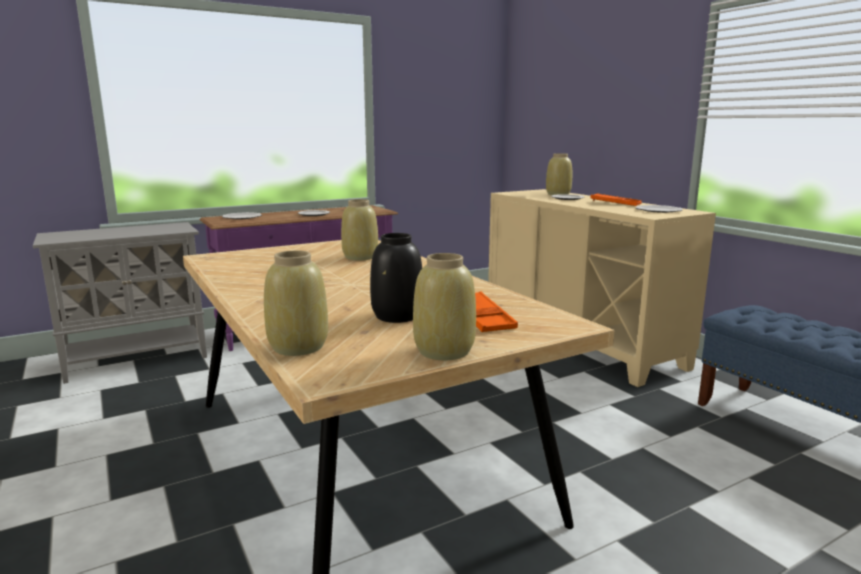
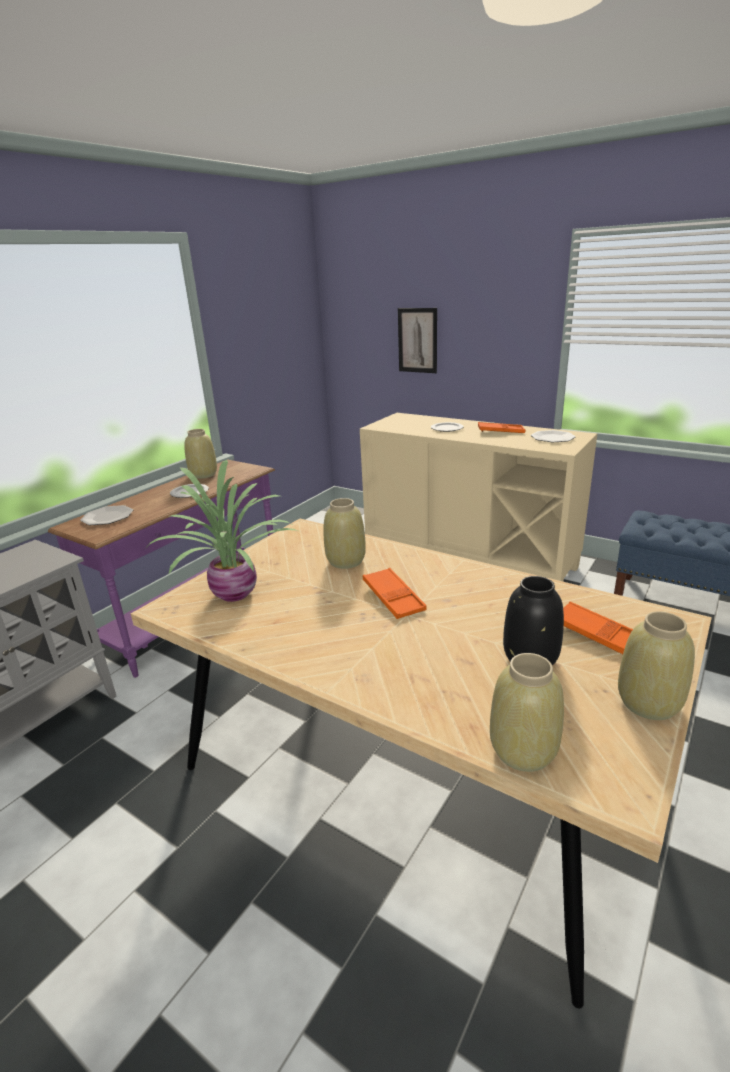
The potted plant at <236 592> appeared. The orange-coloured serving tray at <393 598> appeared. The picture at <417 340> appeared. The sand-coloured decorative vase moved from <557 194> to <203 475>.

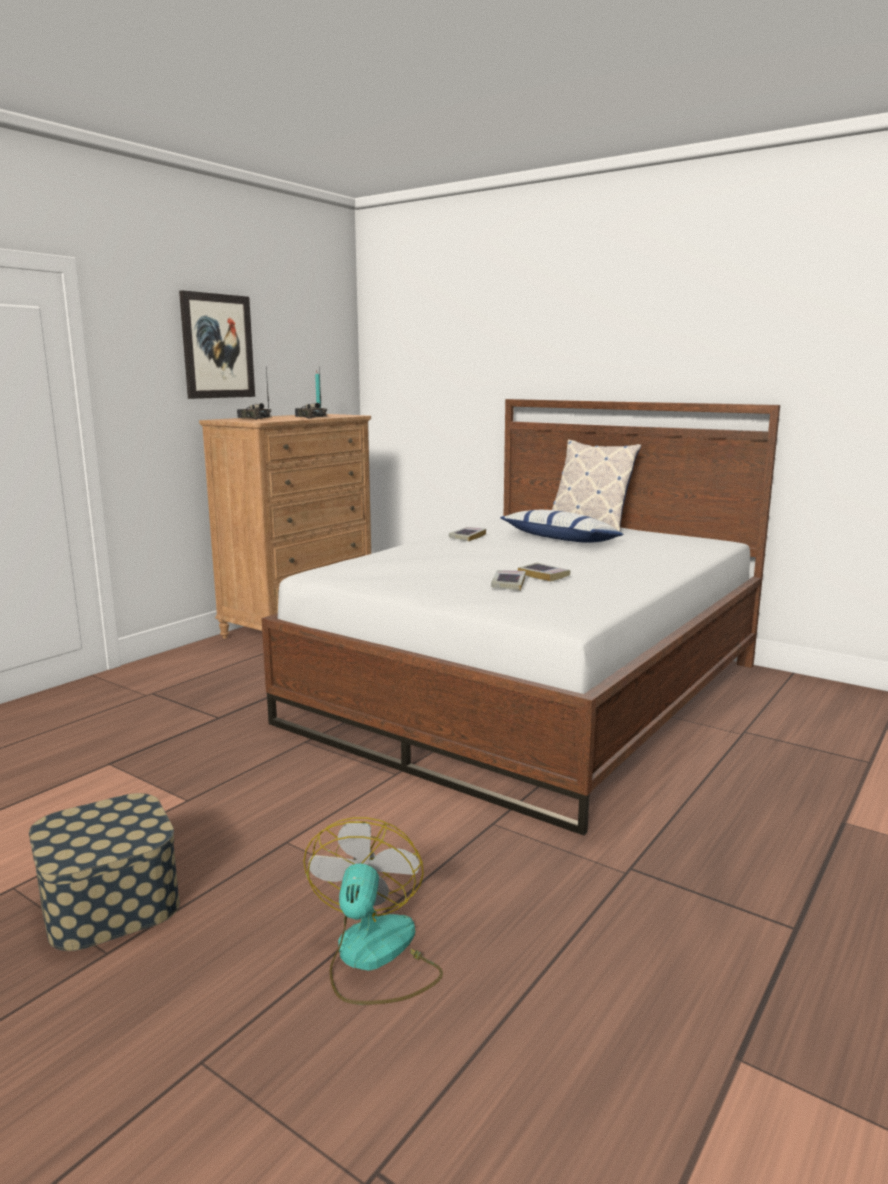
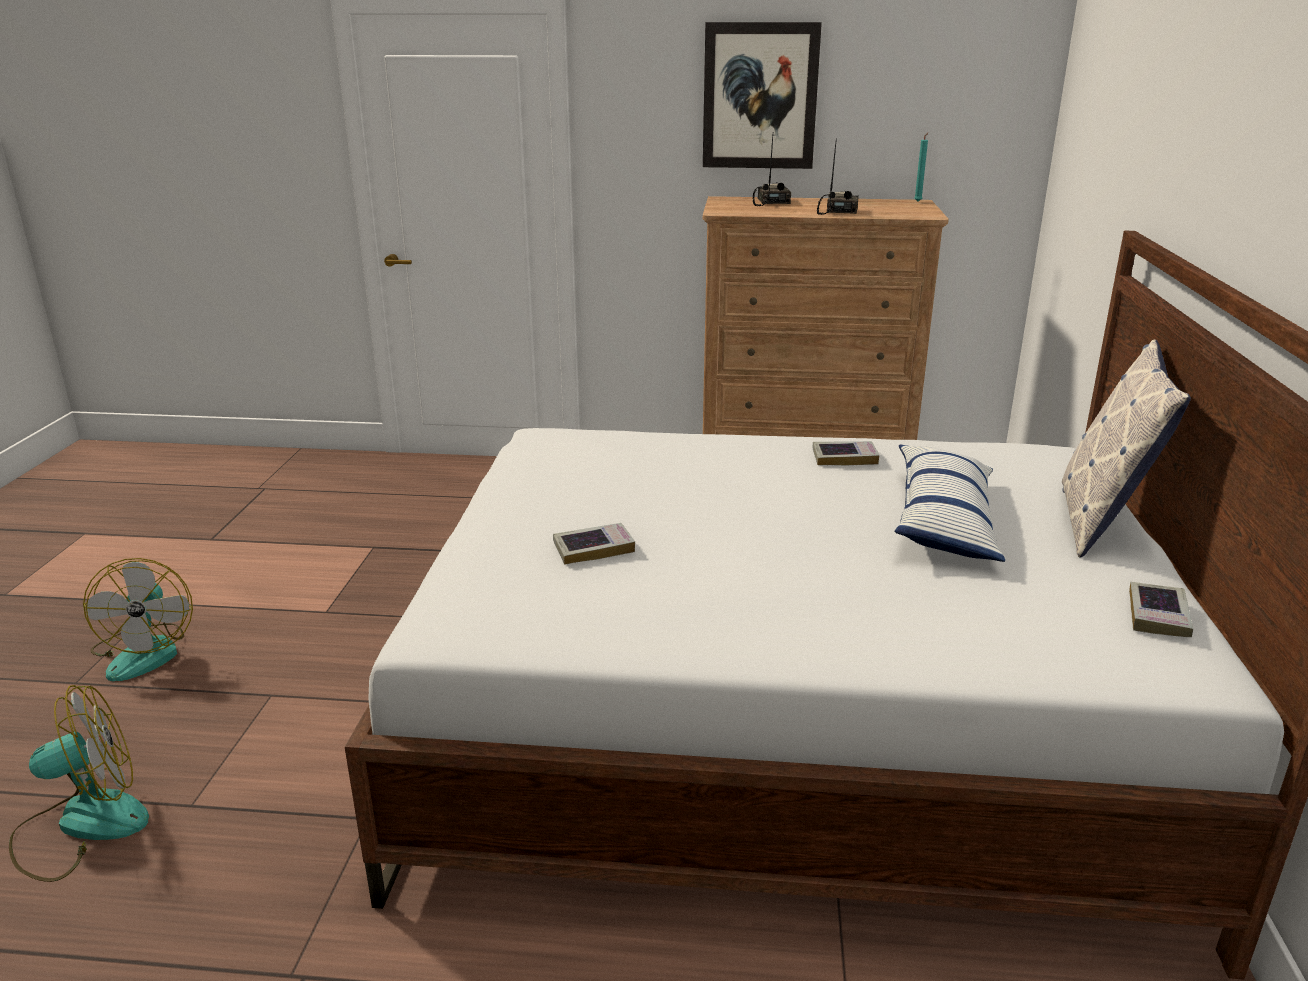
The bound book moved from <543 575> to <1158 615>. The storage container at <110 902> was replaced by the cooling fan at <146 651>.

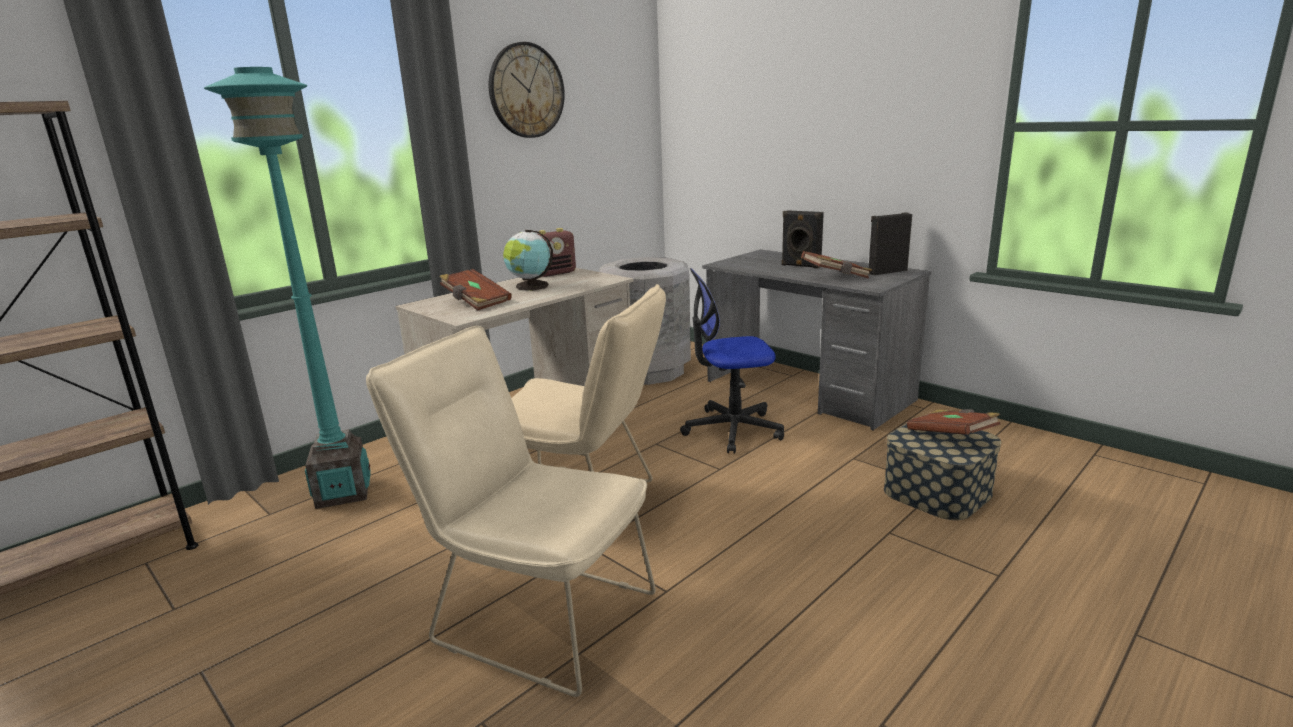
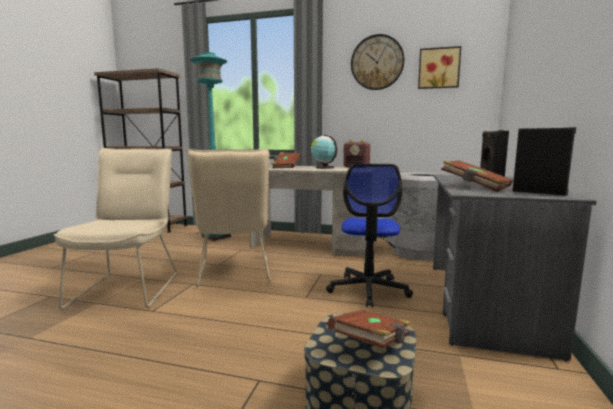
The picture at <438 68> appeared. The office chair at <732 429> turned 135 degrees counterclockwise.

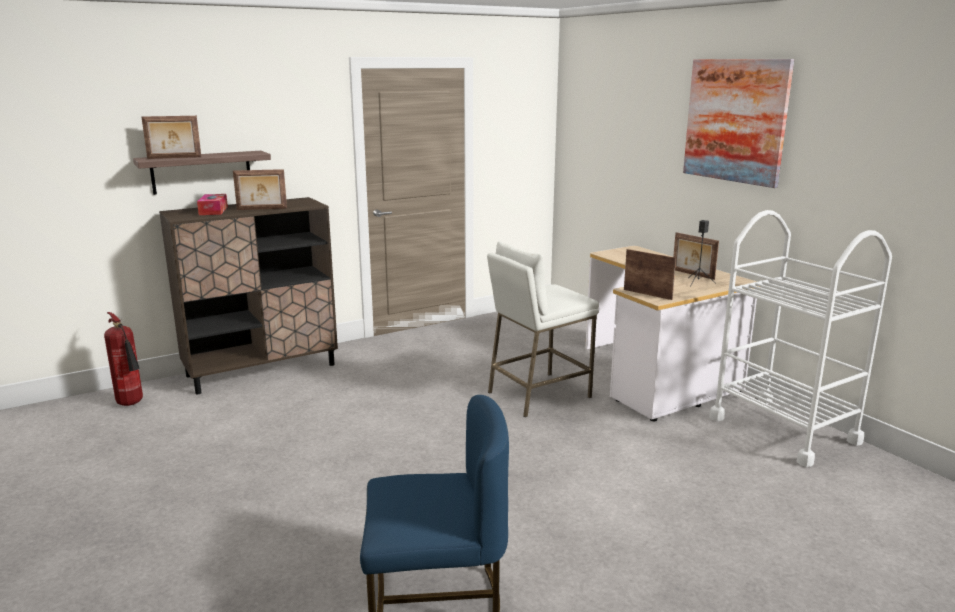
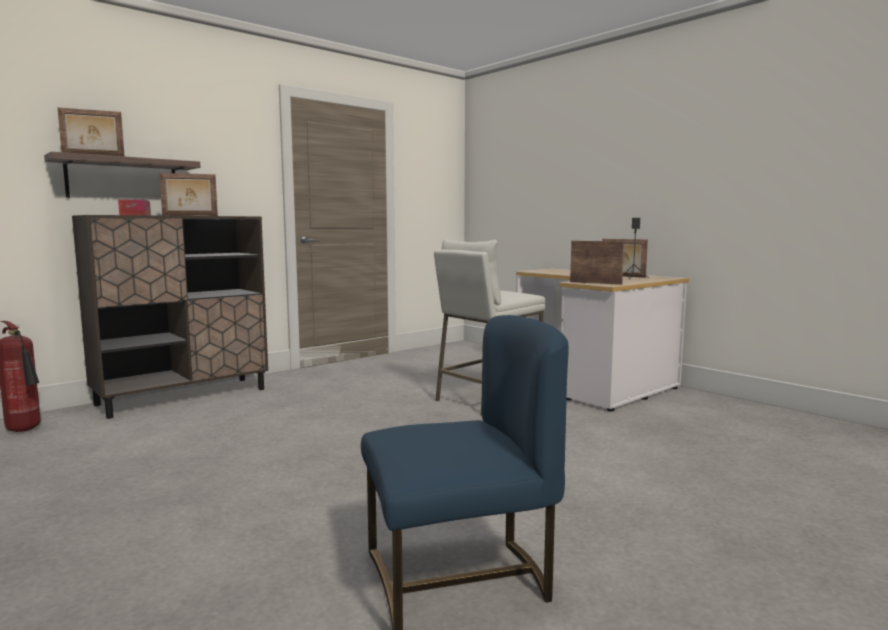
The picture at <735 120> disappeared. The white cart at <783 430> disappeared.

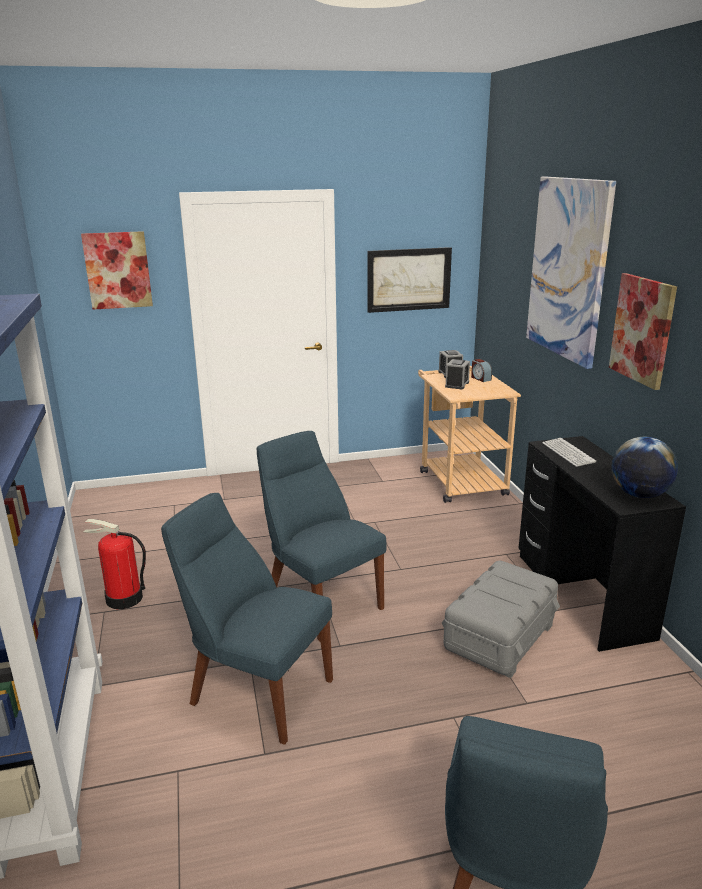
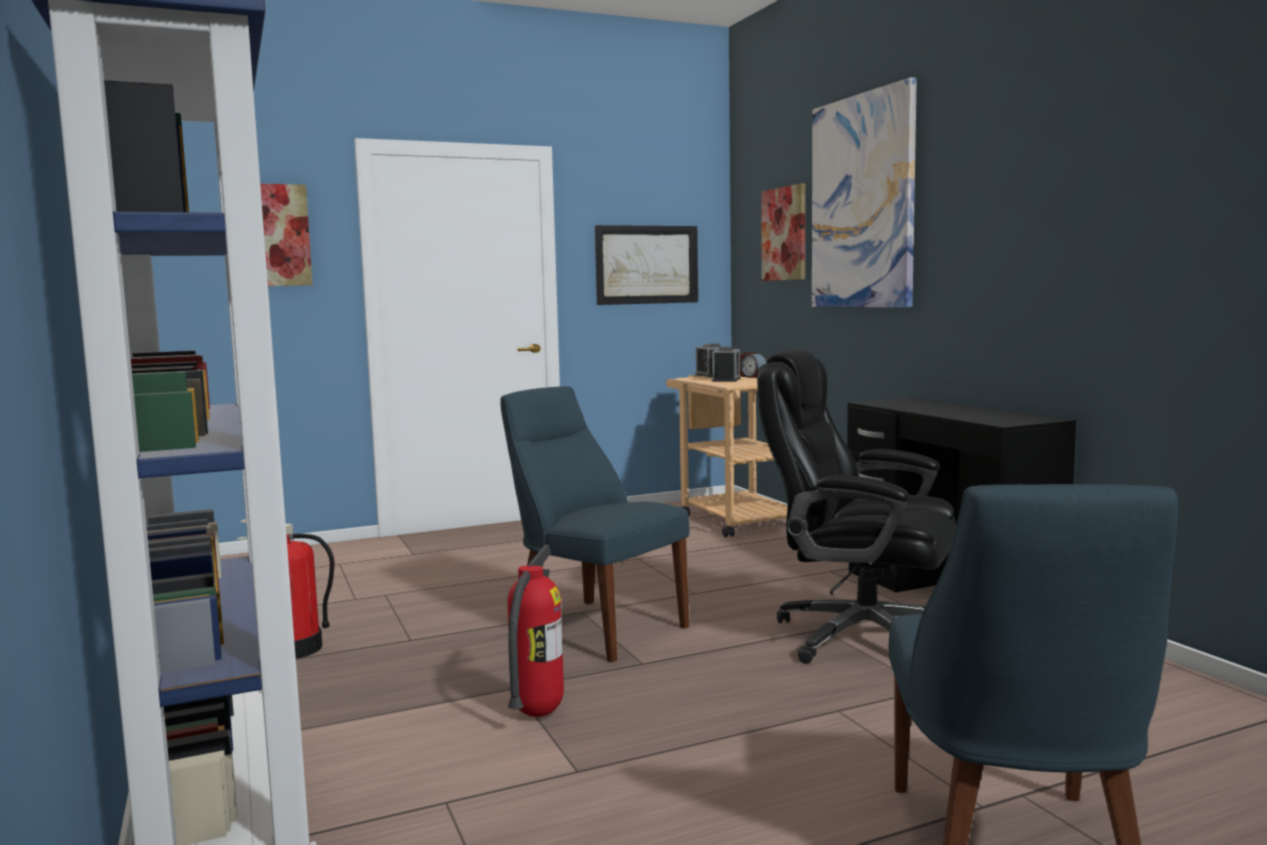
The computer keyboard at <568 453> disappeared. The globe at <639 494> disappeared. The picture moved from <642 330> to <784 234>. The blue-coloured upright chair at <256 690> was replaced by the fire extinguisher at <537 713>. The greyish storage container at <499 636> was replaced by the blackish office chair at <859 637>.

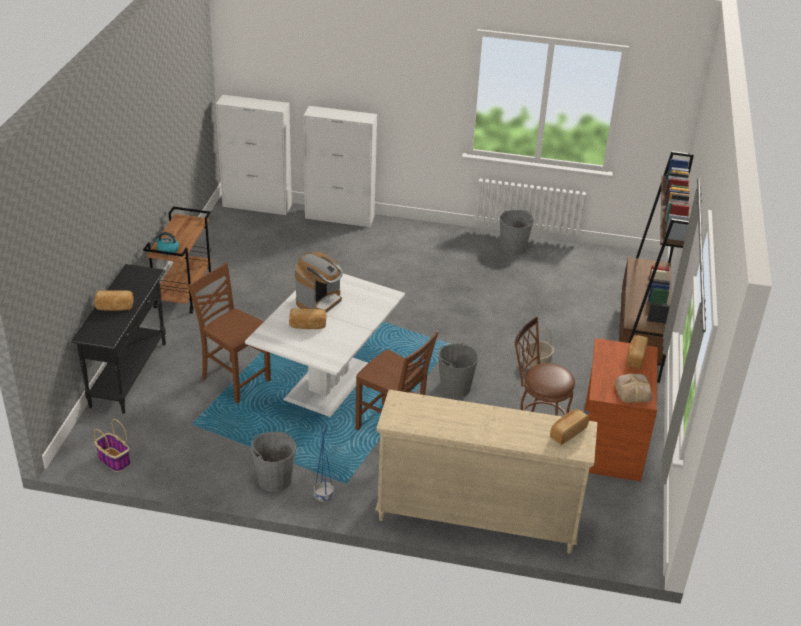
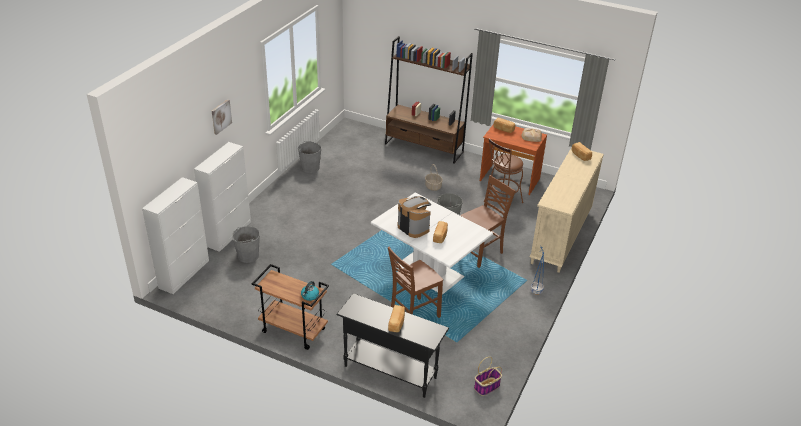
The picture at <221 116> appeared. The greyish bucket moved from <274 479> to <248 256>.

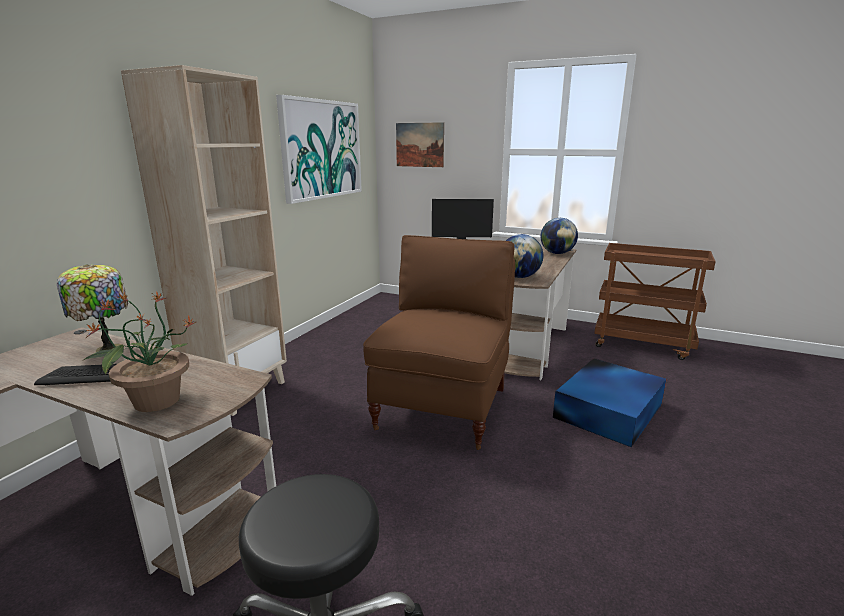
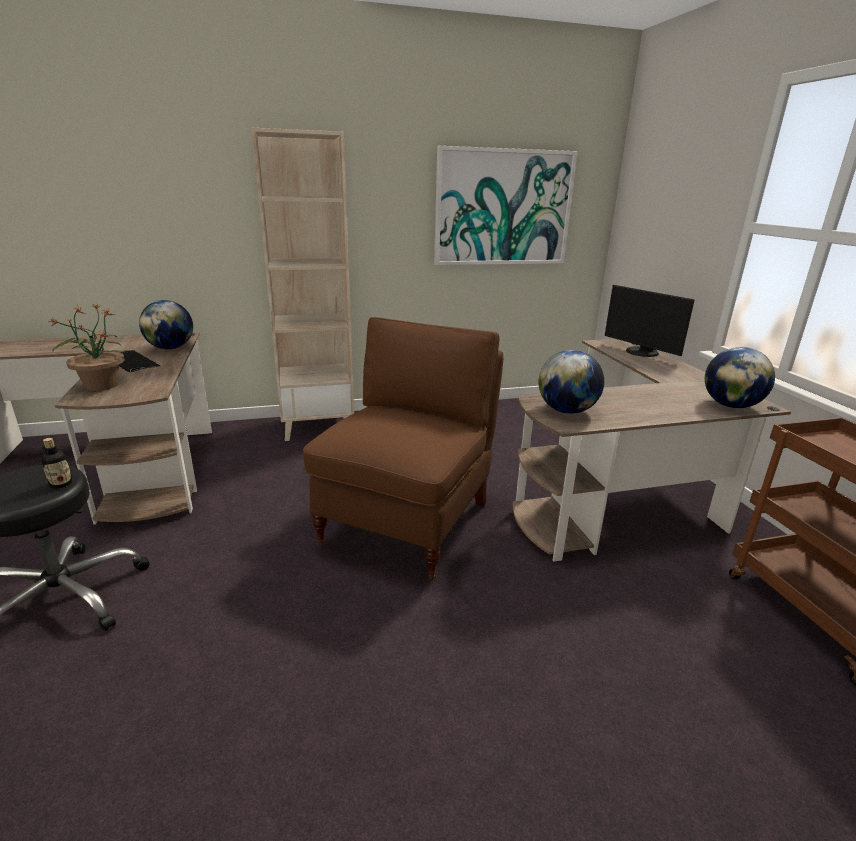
The picture at <419 145> disappeared. The blue-coloured storage container at <609 410> disappeared. The drink bottle at <61 484> appeared. The table lamp at <107 348> was replaced by the globe at <171 348>. The brown upright chair at <443 407> turned 45 degrees counterclockwise.

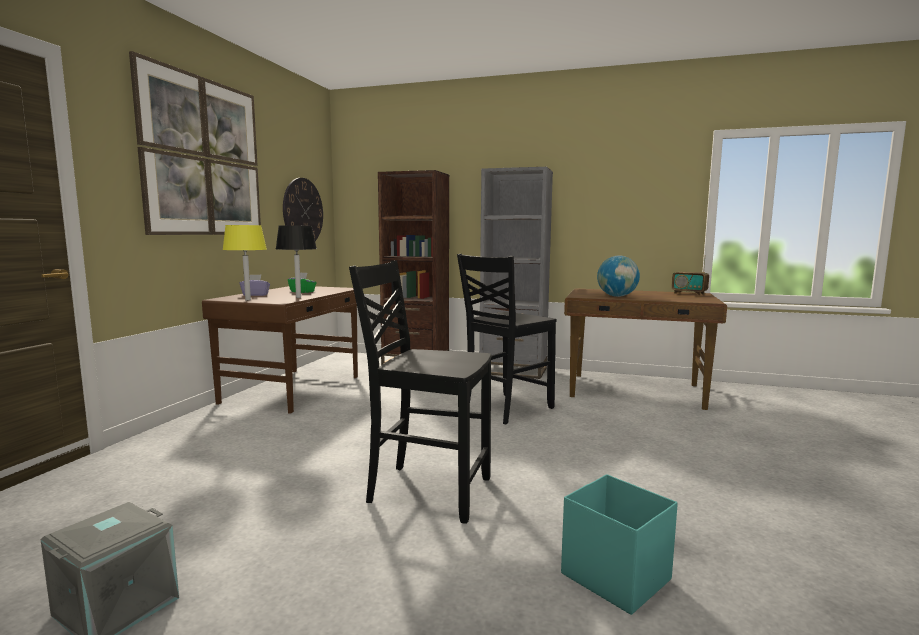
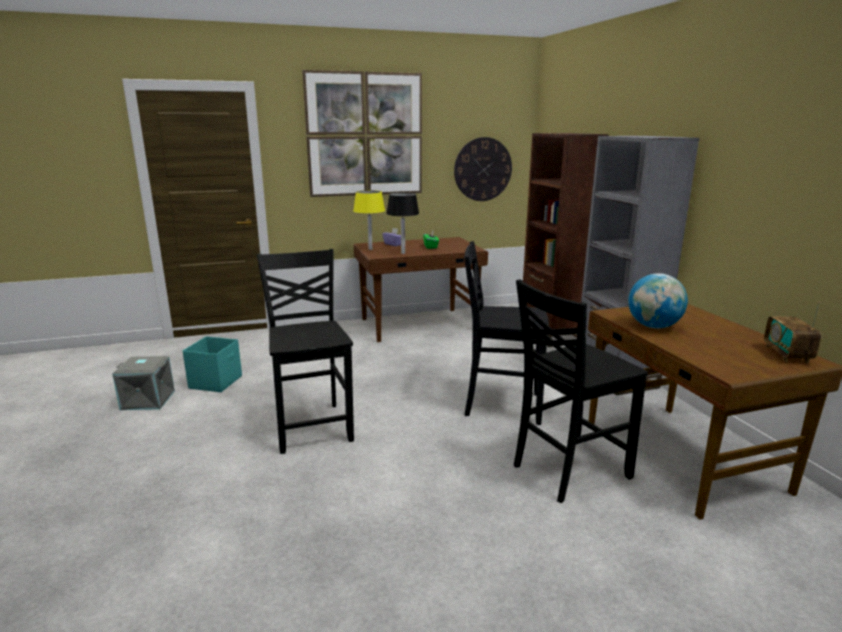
The blackish upright chair at <567 471> appeared. The blue-green storage container moved from <614 576> to <216 382>.

